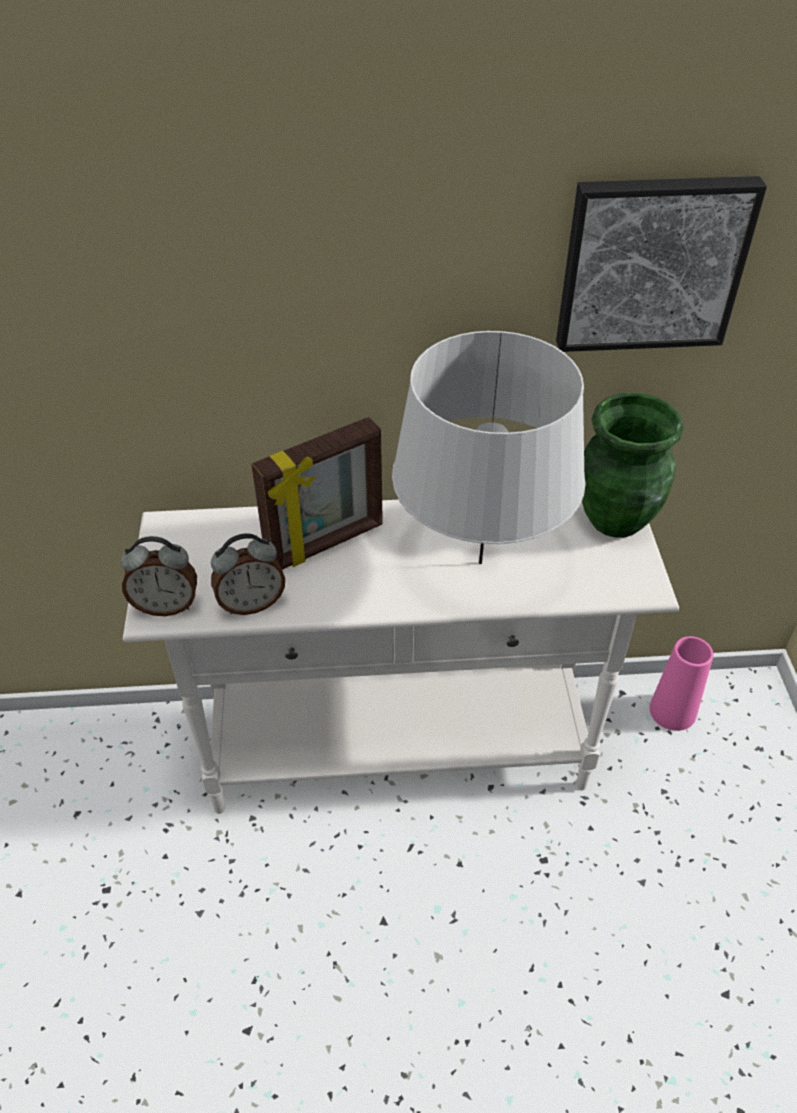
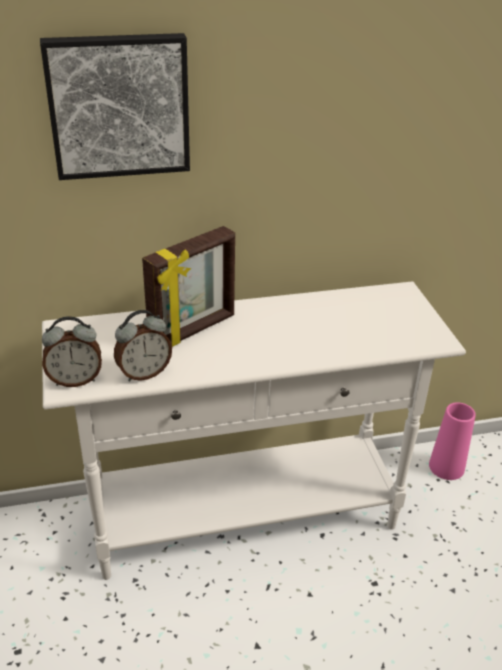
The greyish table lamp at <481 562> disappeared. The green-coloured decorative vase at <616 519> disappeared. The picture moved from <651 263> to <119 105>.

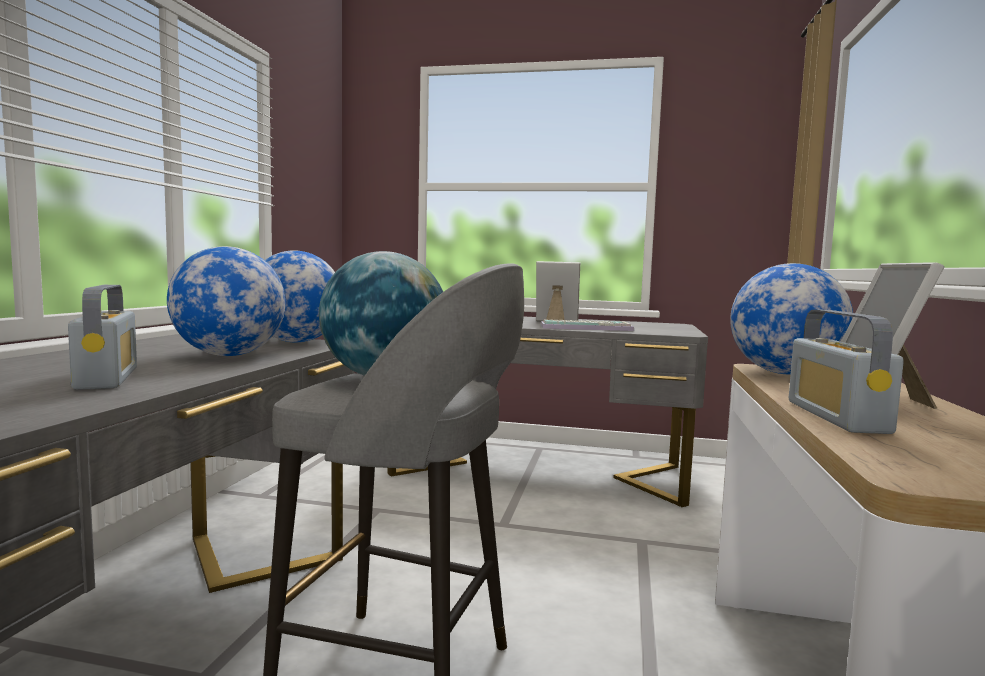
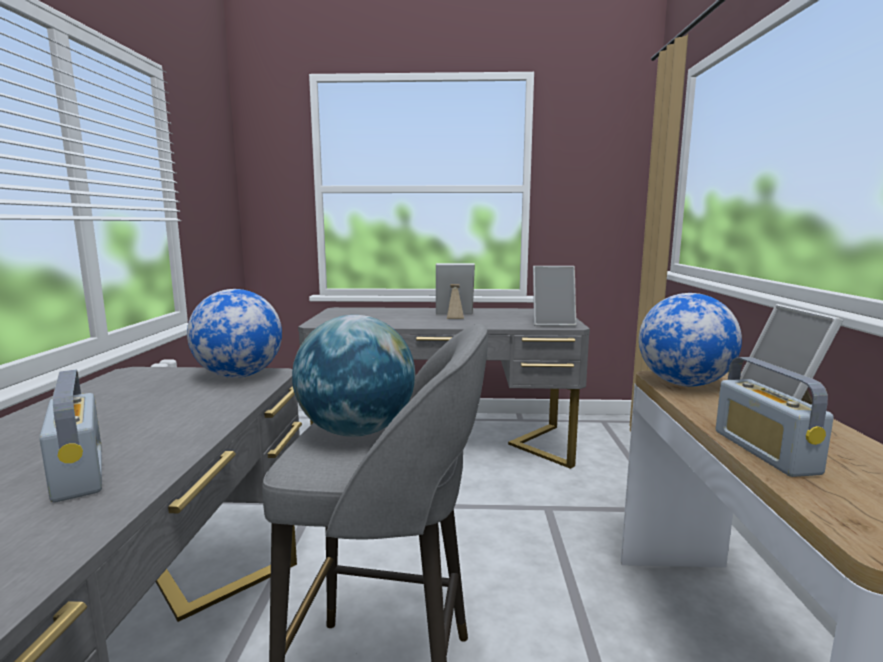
The globe at <229 355> disappeared. The computer keyboard at <587 327> disappeared. The picture frame at <553 323> appeared.

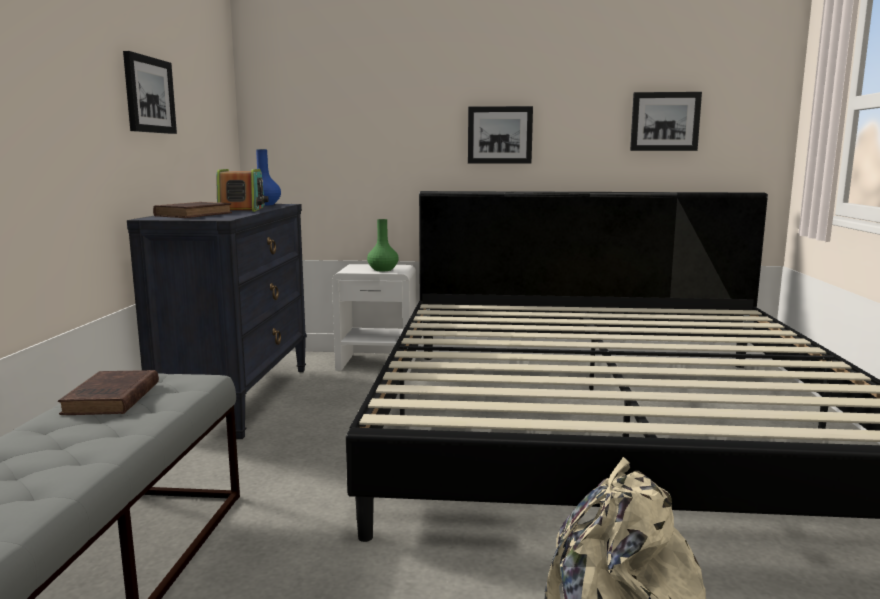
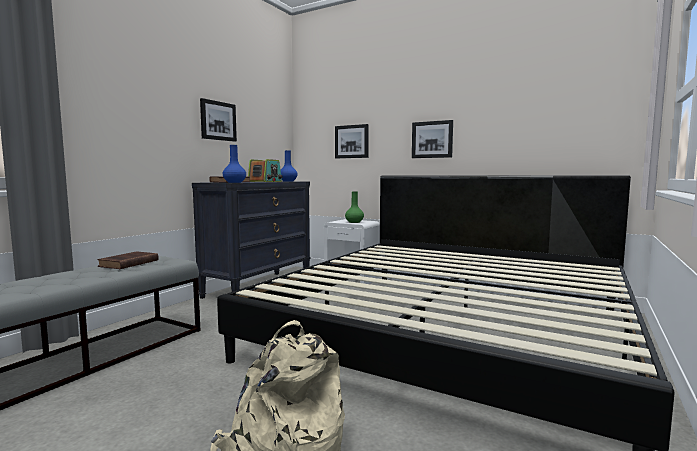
The blue-coloured decorative vase at <234 182> appeared. The picture moved from <664 121> to <352 141>.

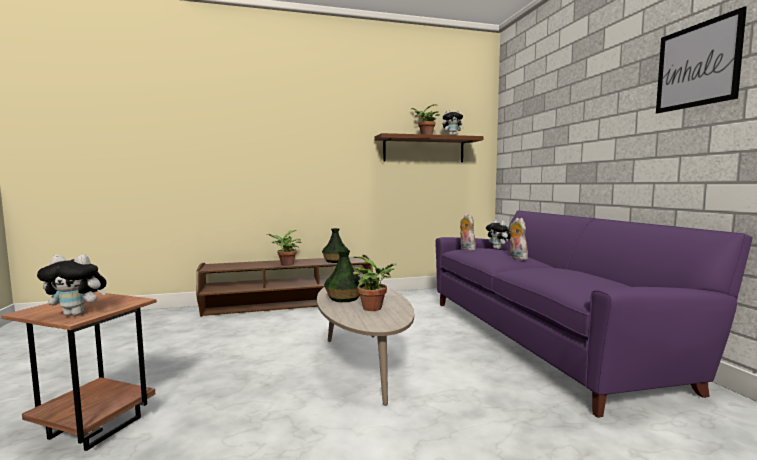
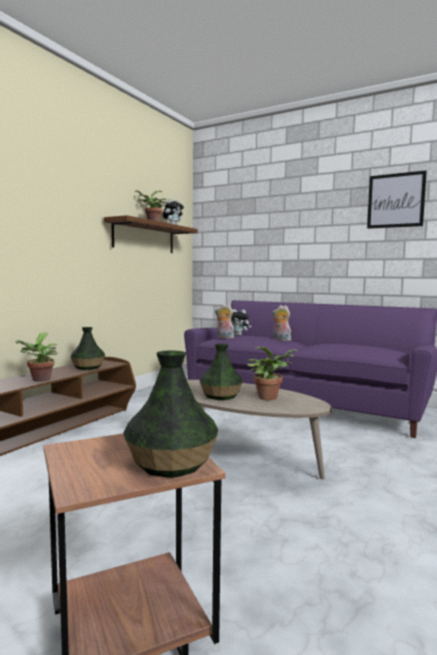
The plush toy at <78 314> was replaced by the decorative vase at <171 463>.

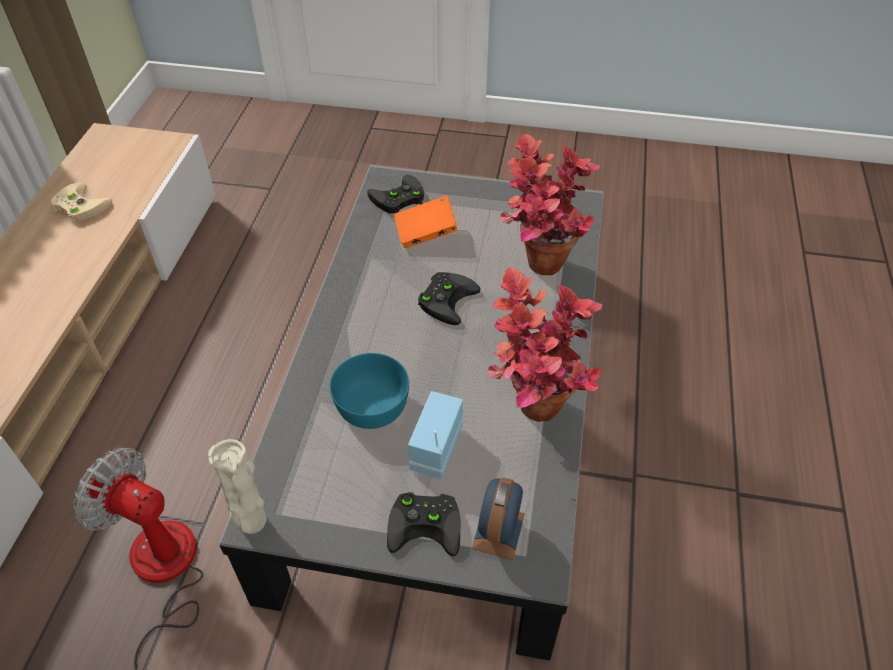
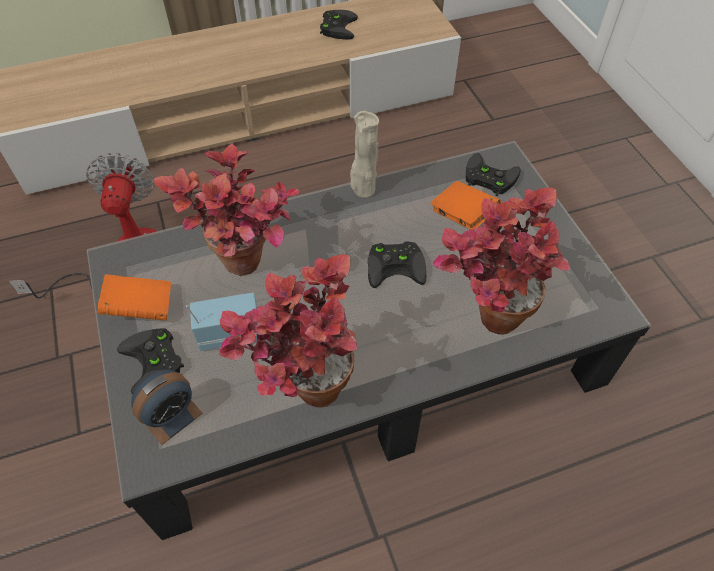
The orange-coloured bound book at <140 308> appeared. The sand-coloured decorative vase moved from <252 523> to <363 191>. The blue-green bowl at <371 405> was replaced by the potted plant at <250 272>. The sand-coloured game controller at <78 206> became the blackish game controller at <337 26>. The alarm clock at <498 531> turned 150 degrees clockwise.

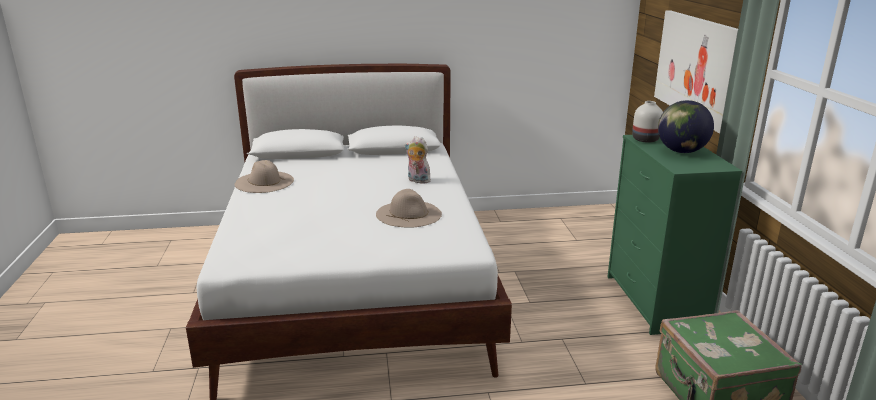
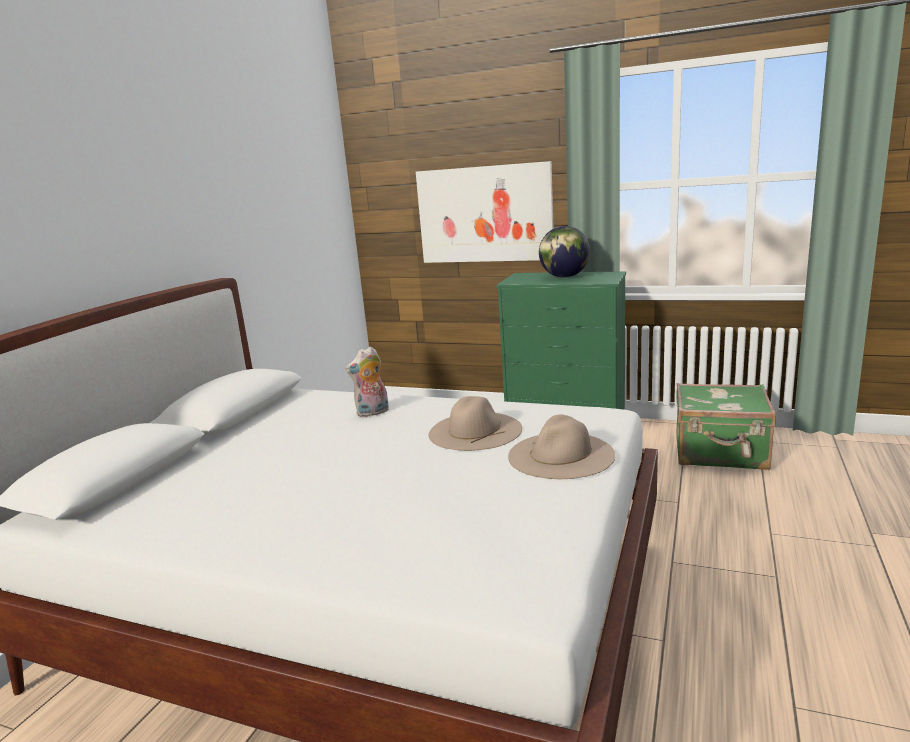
The white decorative vase at <645 139> disappeared. The sand-coloured hat moved from <264 182> to <561 455>.

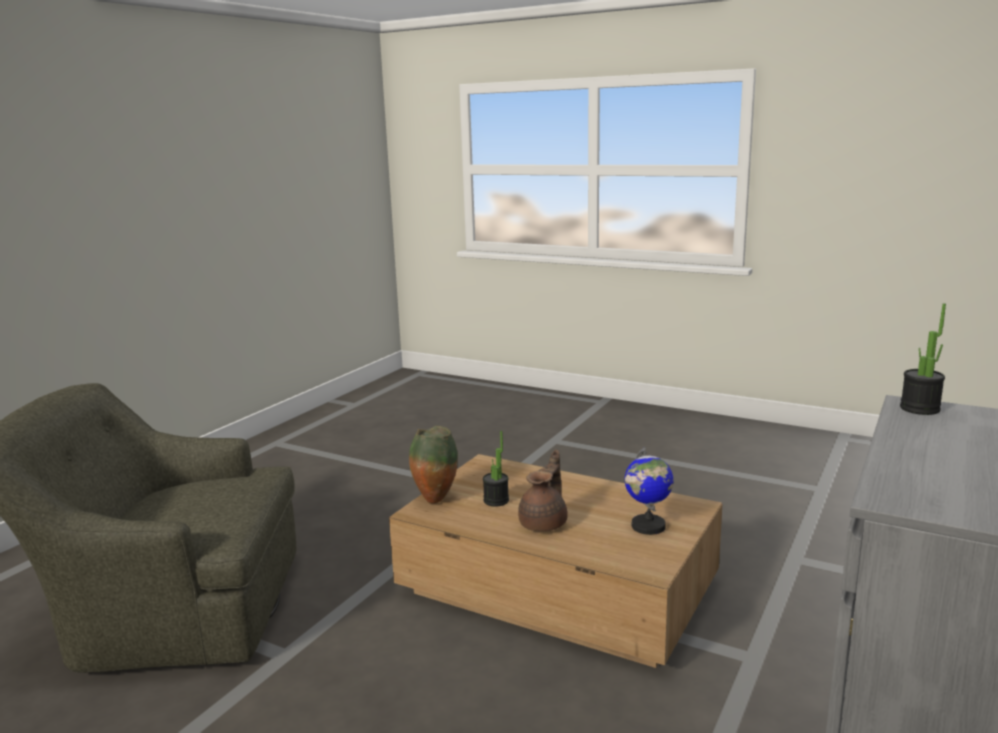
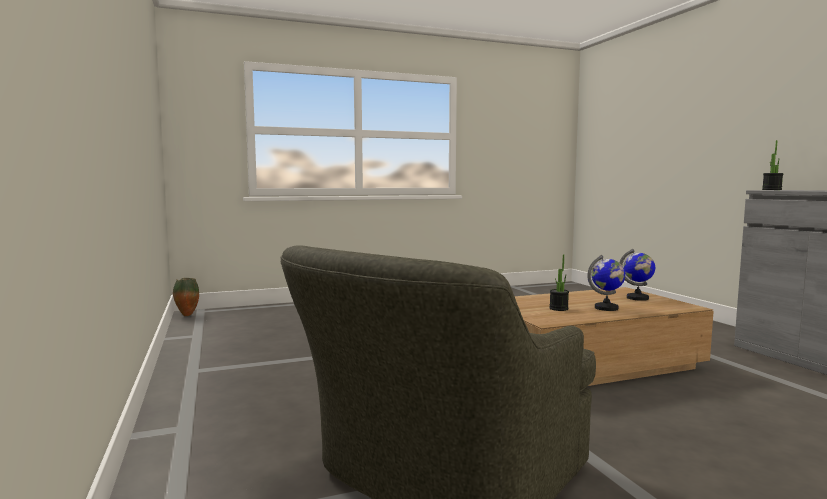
The decorative vase moved from <435 500> to <187 315>. The brown tea pot at <544 523> was replaced by the globe at <606 308>.

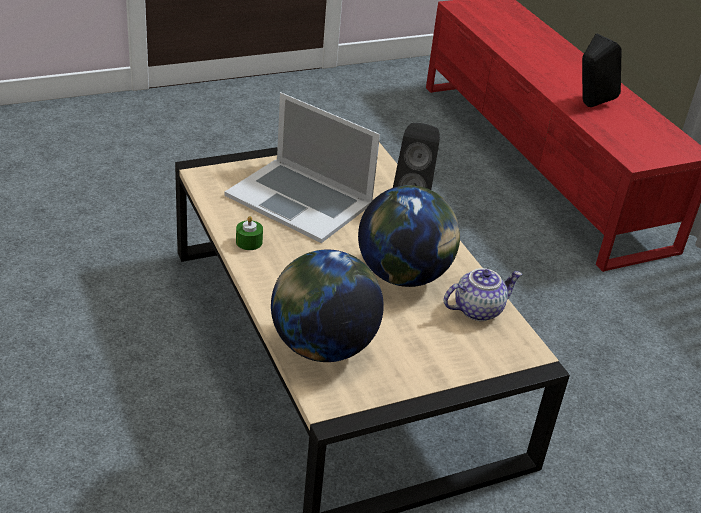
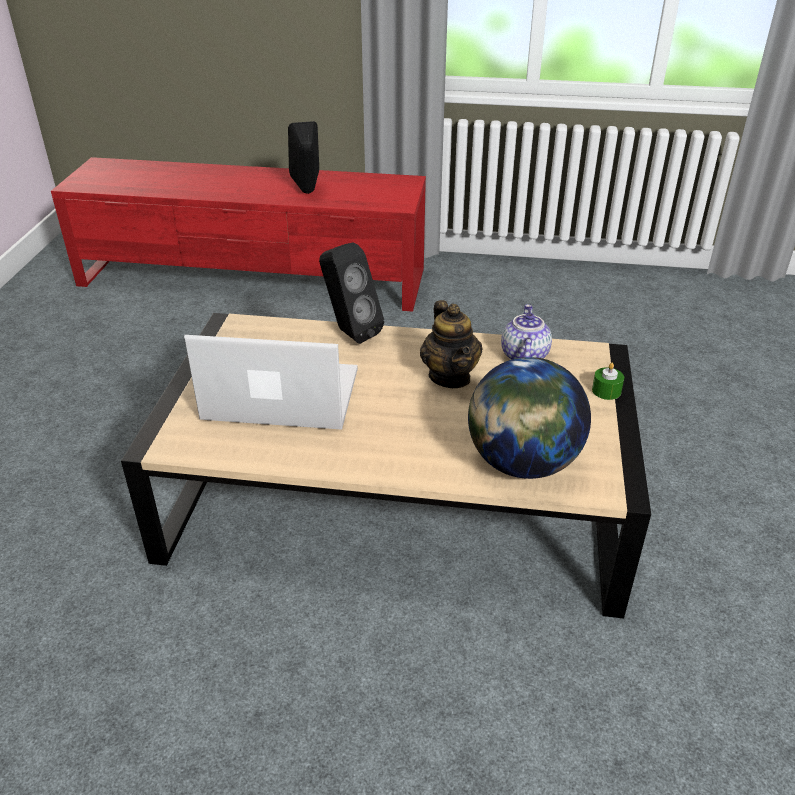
The green-coloured candle moved from <249 242> to <606 391>. The globe at <404 275> was replaced by the tea pot at <450 376>. The laptop at <299 199> turned 150 degrees counterclockwise.

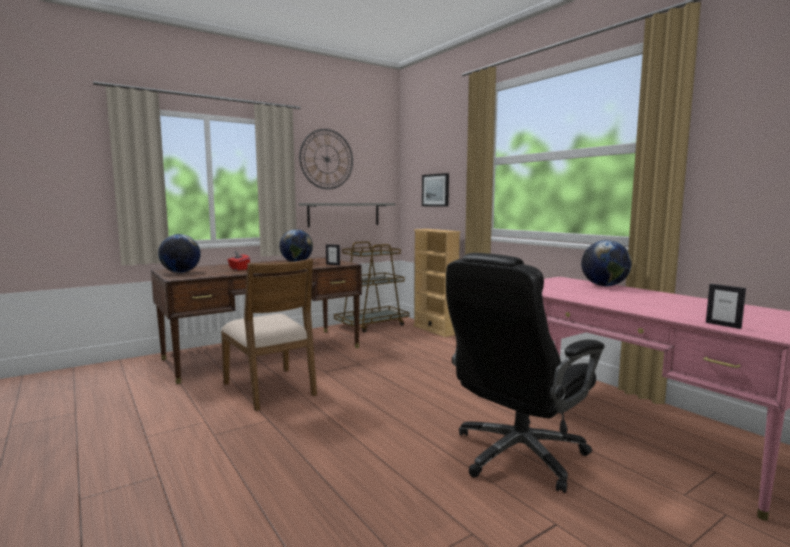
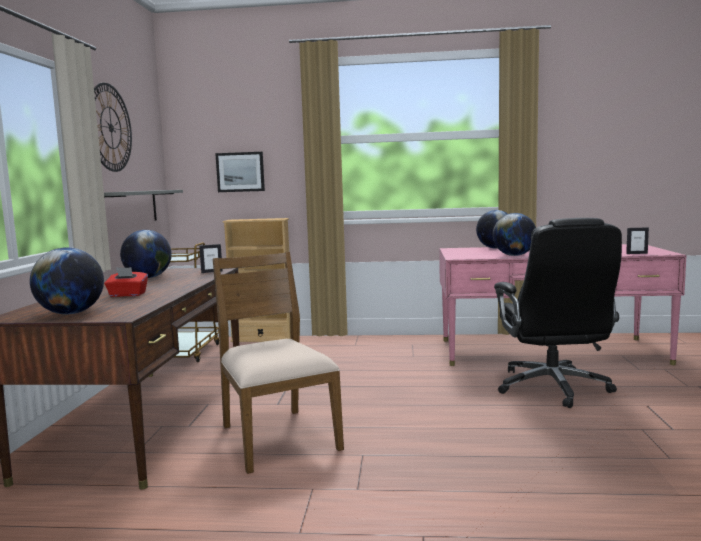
The globe at <514 255> appeared. The brown upright chair at <271 389> turned 120 degrees counterclockwise.

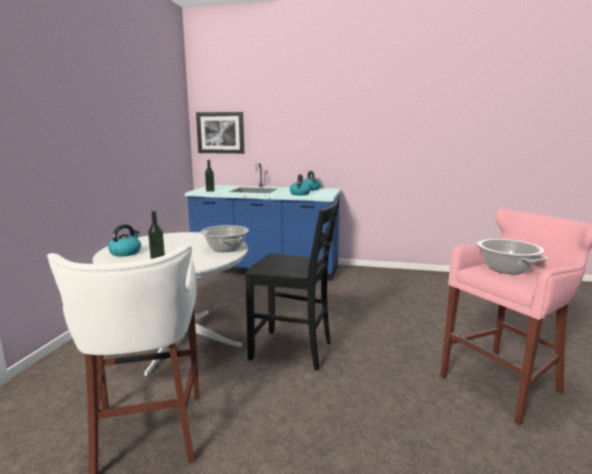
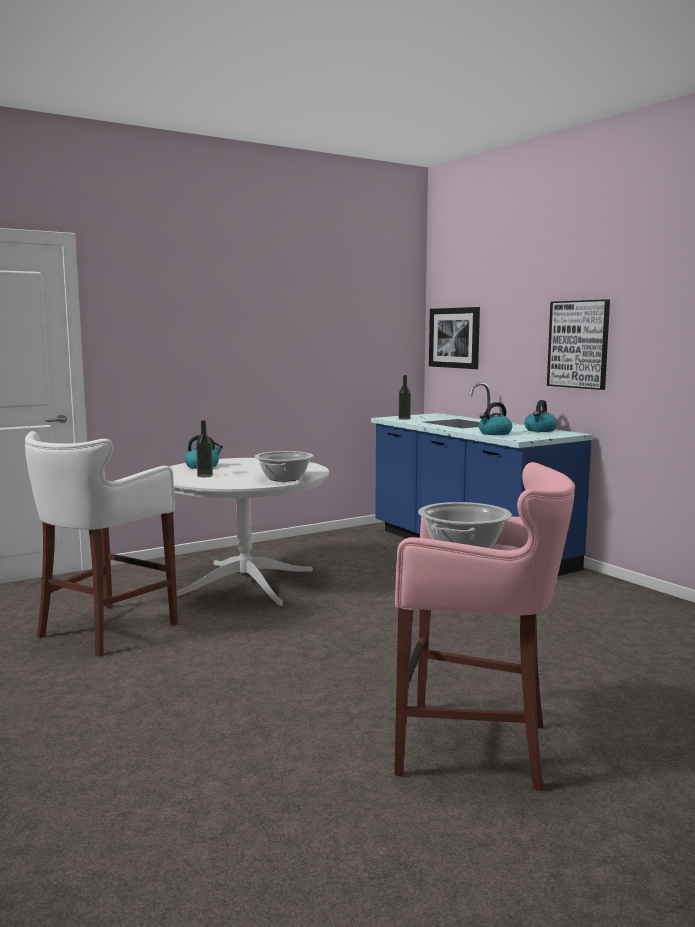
The blackish upright chair at <293 350> disappeared. The picture at <579 344> appeared.

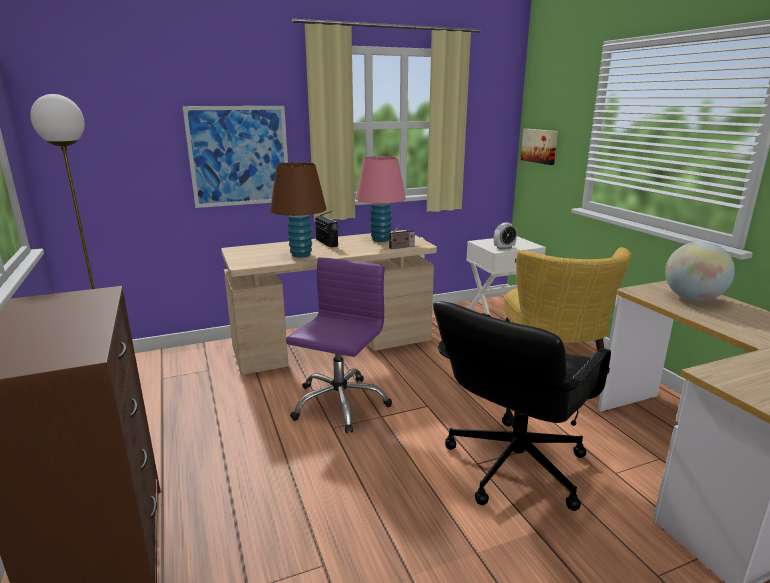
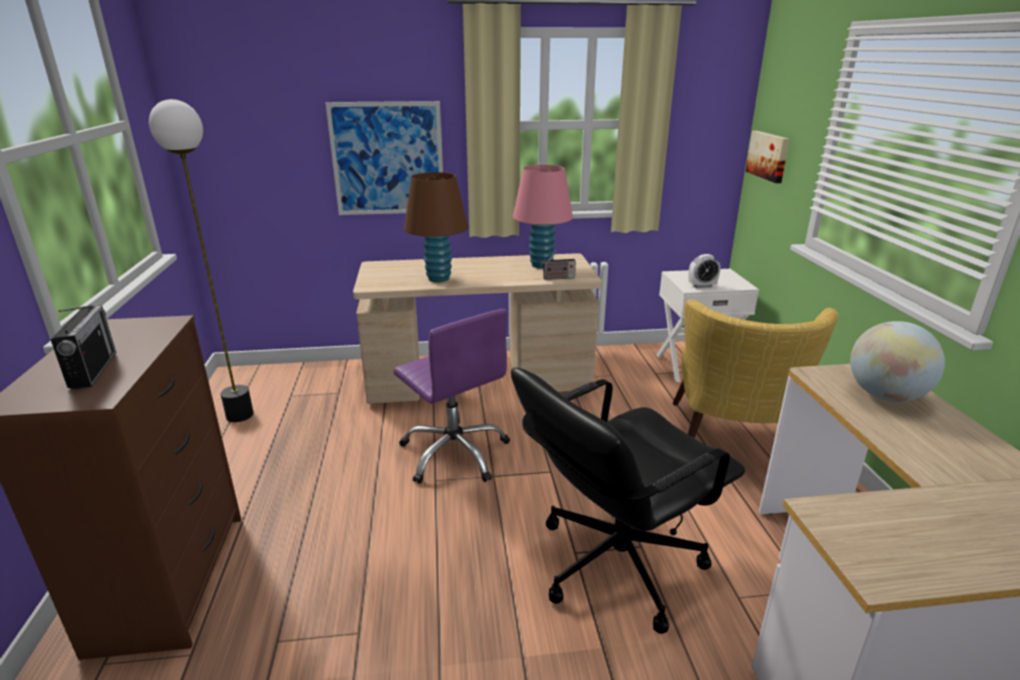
The radio moved from <327 243> to <93 370>. The purple office chair at <339 403> turned 105 degrees clockwise.

